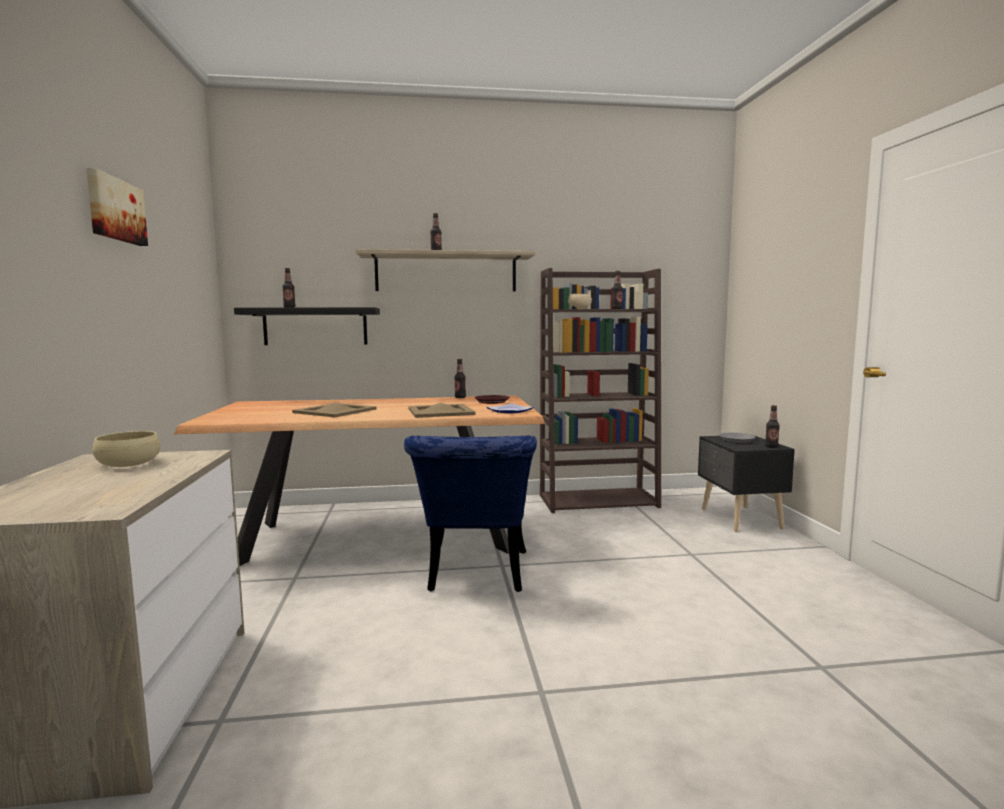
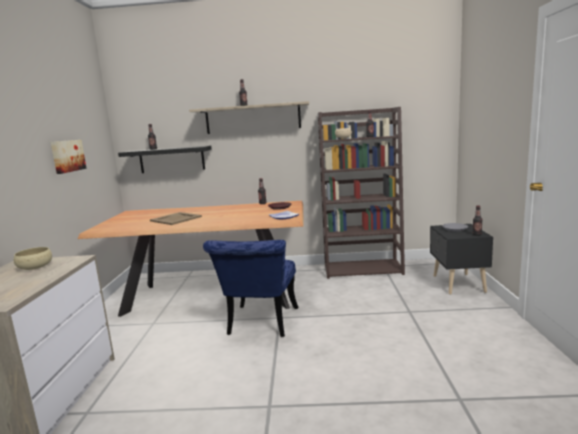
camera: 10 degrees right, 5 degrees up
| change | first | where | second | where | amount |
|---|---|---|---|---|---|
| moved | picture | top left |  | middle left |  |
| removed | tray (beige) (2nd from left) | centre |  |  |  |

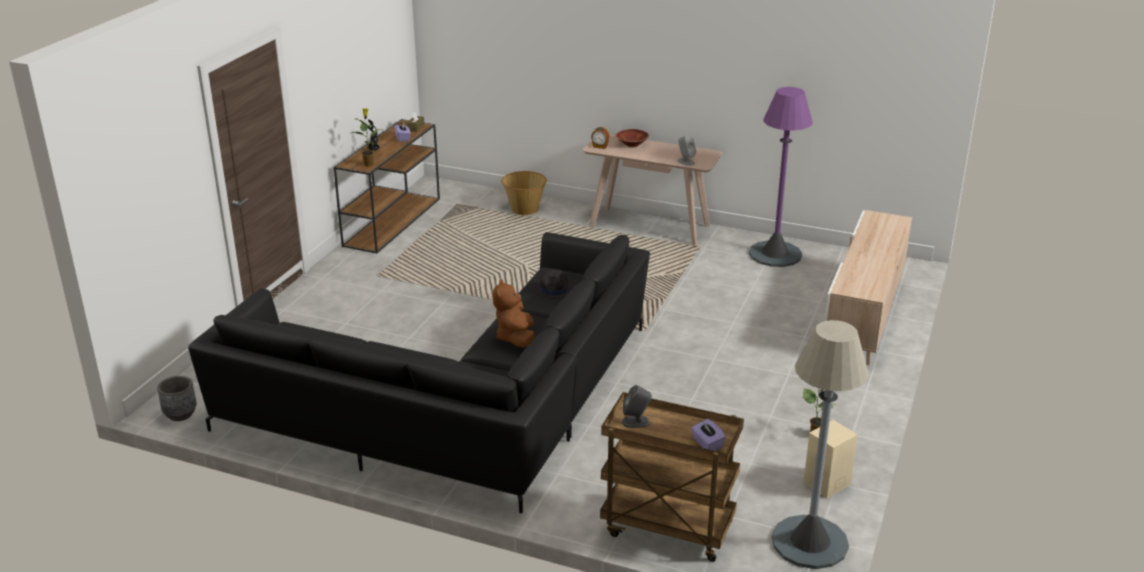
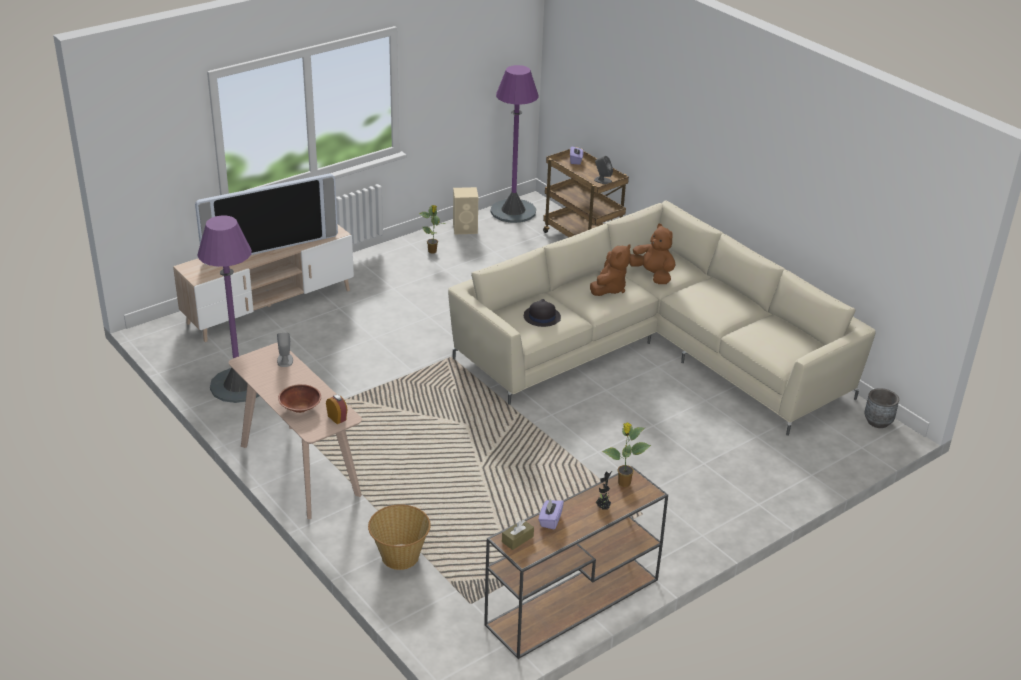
camera: 150 degrees left, 5 degrees up
| change | first | where | second | where | amount |
|---|---|---|---|---|---|
| added |  |  | television | top left |  |
| recoloured | sofa (black) | centre | sofa (beige) | centre |  |
| recoloured | floor lamp (grey) | bottom right | floor lamp (purple) (2nd from left) | top centre |  |
| added |  |  | plush toy (brown) (2nd from left) | centre |  |

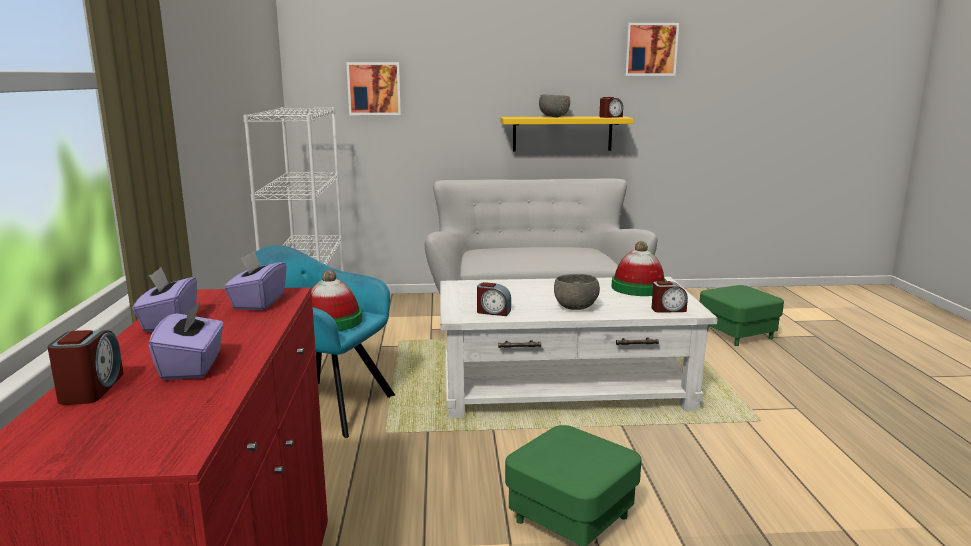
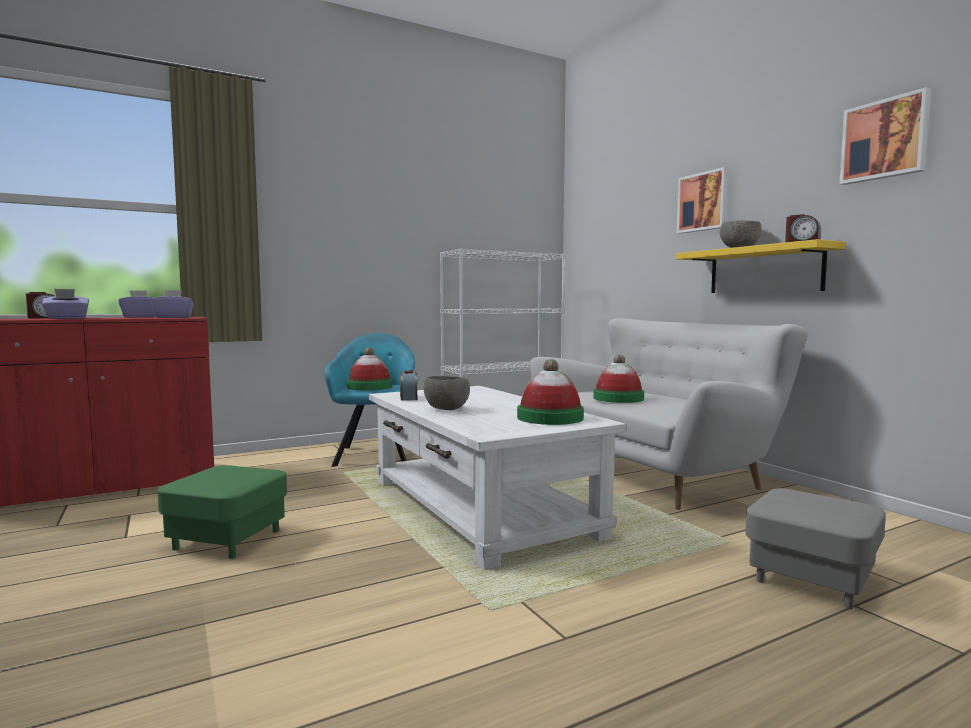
camera: 65 degrees right, 10 degrees down
| change | first | where | second | where | amount |
|---|---|---|---|---|---|
| added |  |  | hat (3rd from left) | centre |  |
| moved | picture (1st from left) | top centre |  | top right |  |
| recoloured | ottoman (green) (2nd from left) | middle right | ottoman (grey) | bottom right |  |
| removed | alarm clock (4th from left) | middle right |  |  |  |

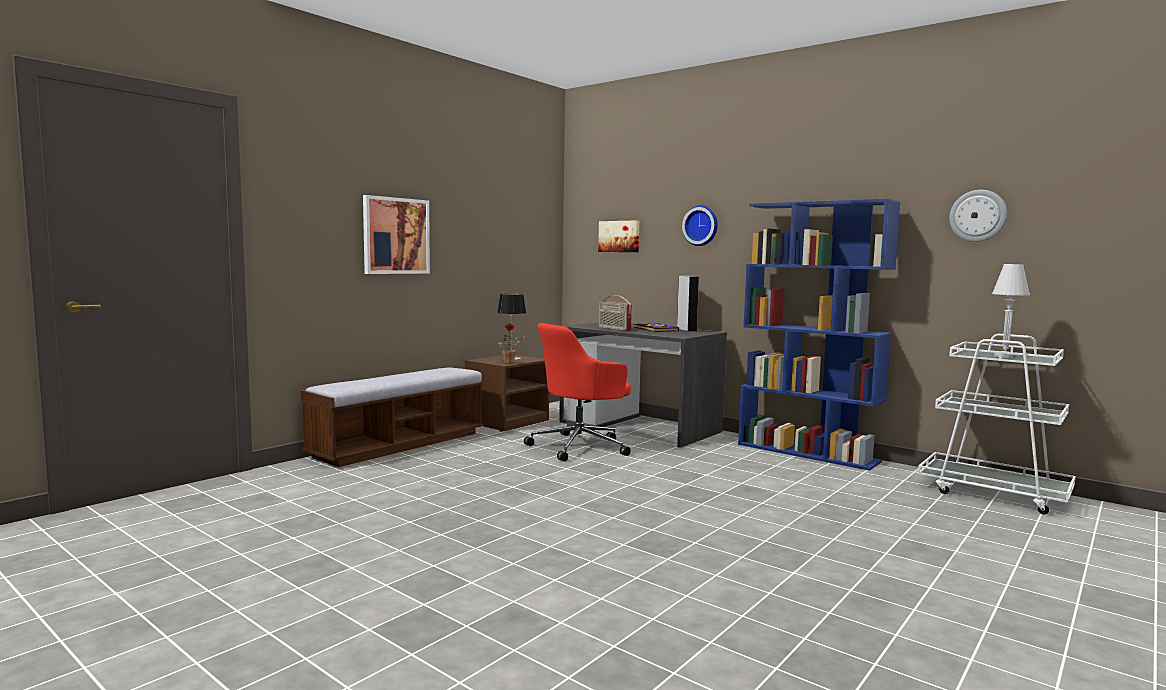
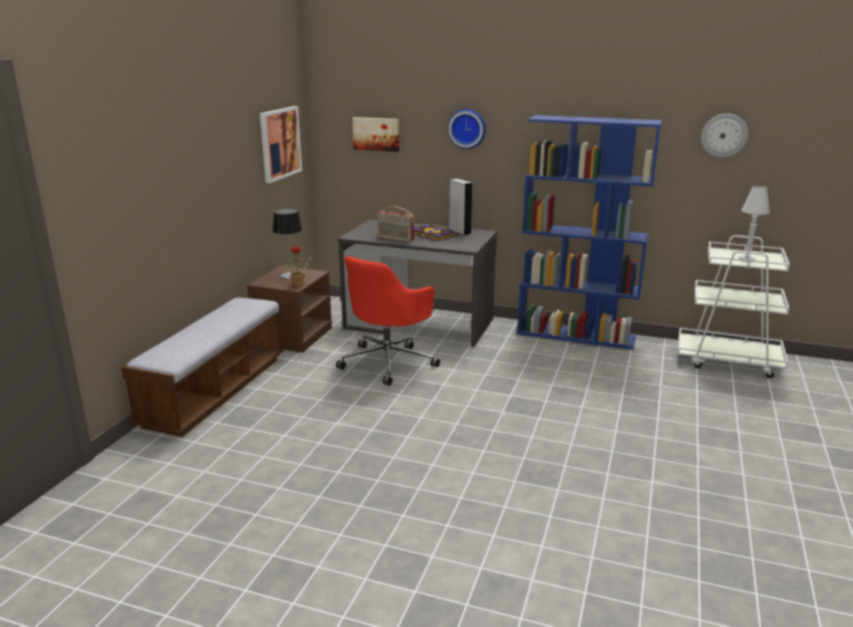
camera: 20 degrees left, 15 degrees up
| change | first | where | second | where | amount |
|---|---|---|---|---|---|
| moved | picture (1st from left) | centre |  | top left |  |

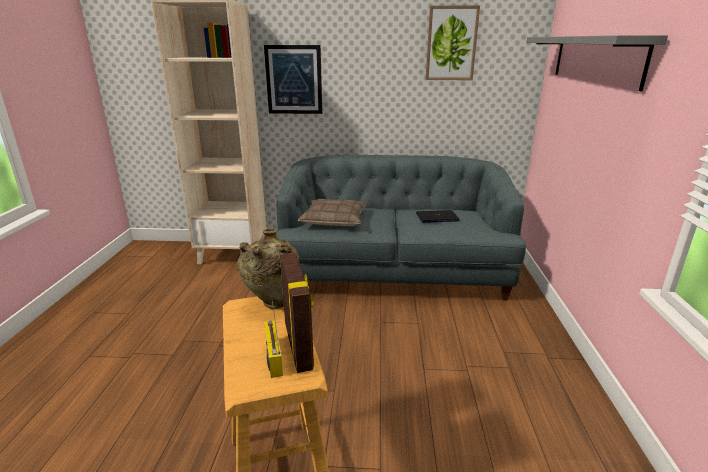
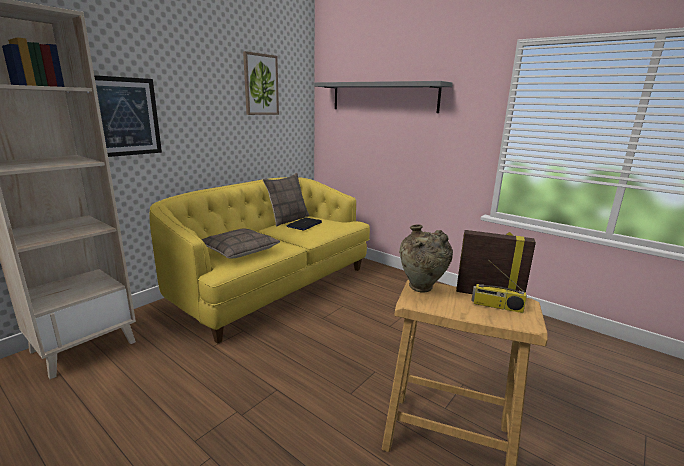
camera: 55 degrees left, 5 degrees down
| change | first | where | second | where | amount |
|---|---|---|---|---|---|
| recoloured | sofa (grey) | centre | sofa (yellow) | centre |  |
| added |  |  | pillow (2nd from left) | centre |  |

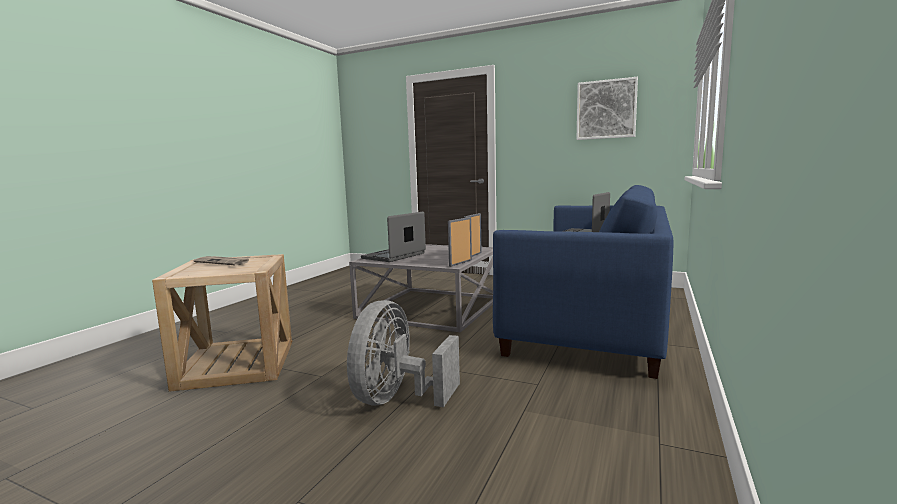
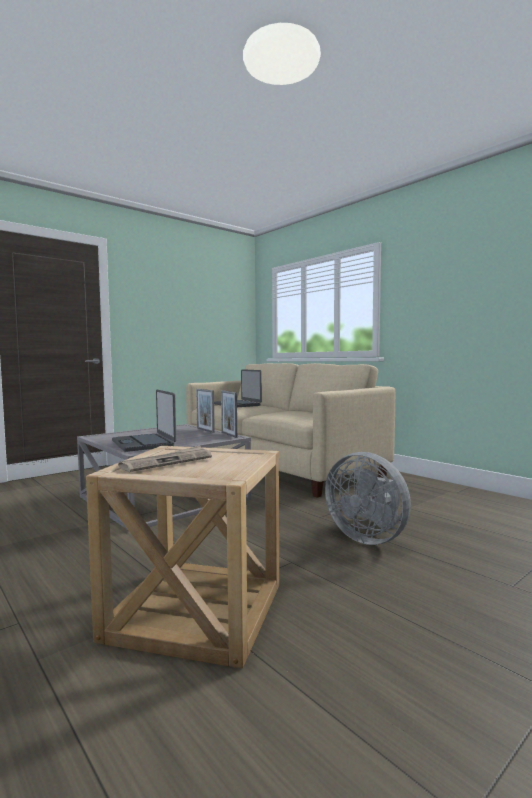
camera: 65 degrees left, 5 degrees down
| change | first | where | second | where | amount |
|---|---|---|---|---|---|
| recoloured | sofa (blue) | centre | sofa (beige) | centre |  |
| removed | picture | top right |  |  |  |

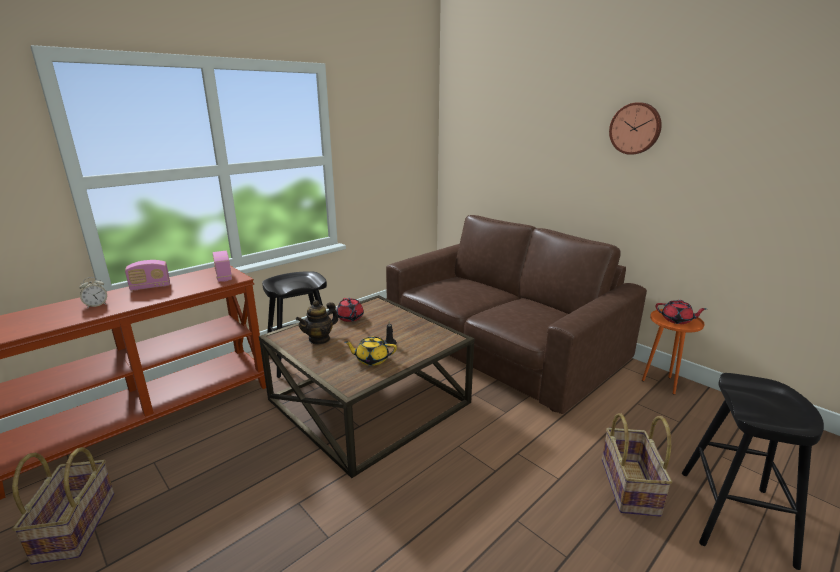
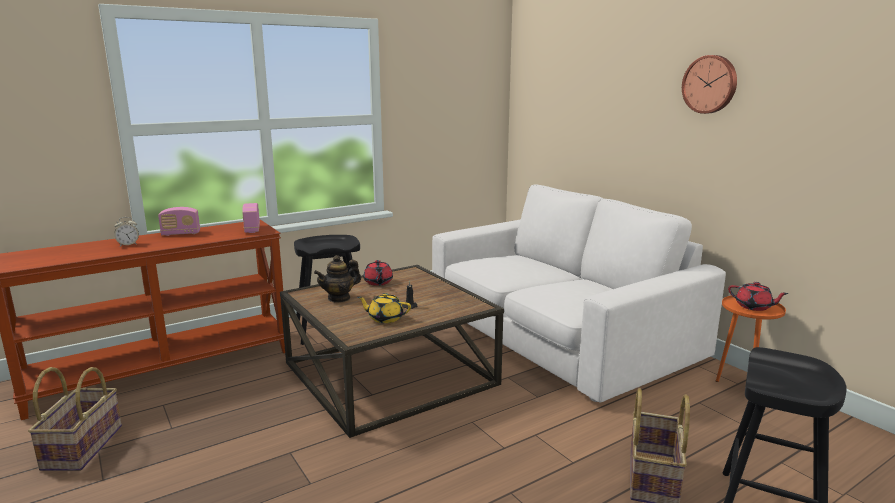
camera: 10 degrees right, 5 degrees down
| change | first | where | second | where | amount |
|---|---|---|---|---|---|
| recoloured | sofa (brown) | centre | sofa (white) | centre |  |

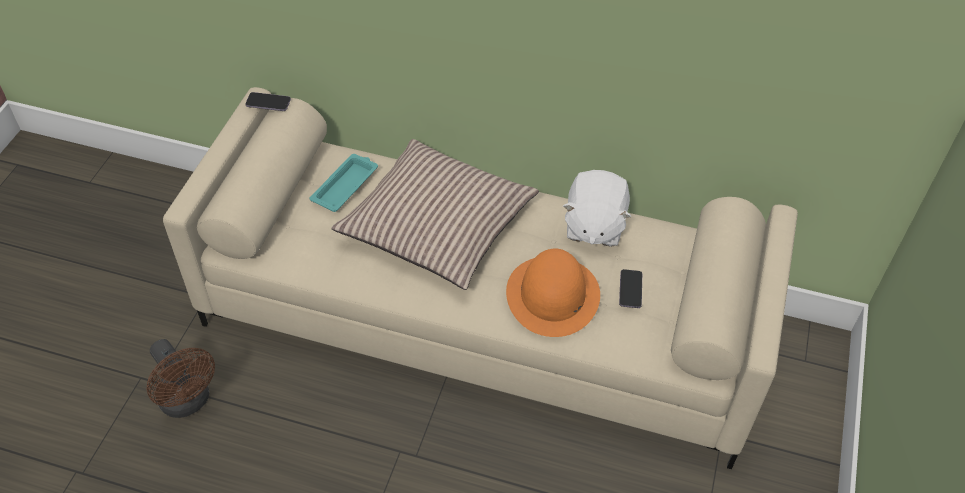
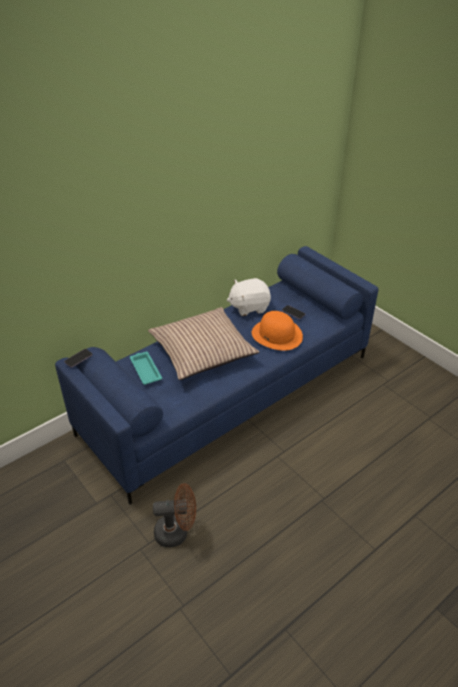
camera: 55 degrees left, 10 degrees down
| change | first | where | second | where | amount |
|---|---|---|---|---|---|
| recoloured | sofa (beige) | centre | sofa (blue) | centre |  |
| turned | plush toy (white) | centre |  | centre | 120 degrees clockwise |

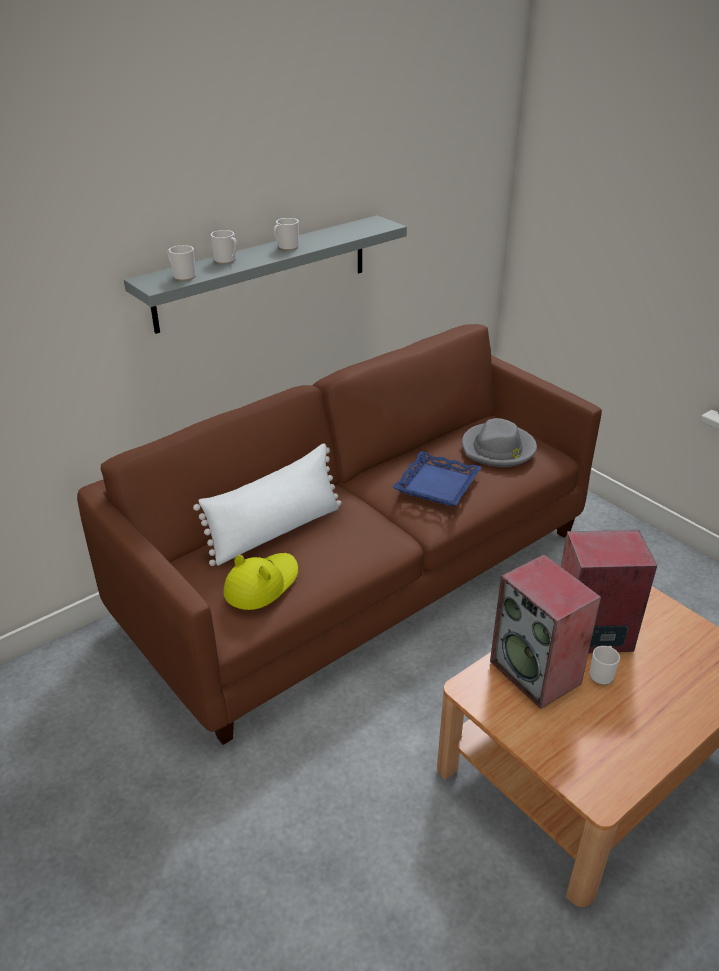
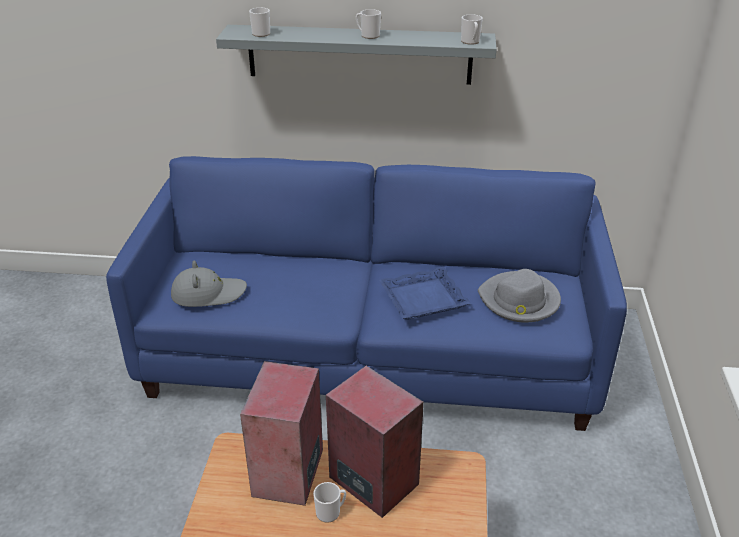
camera: 45 degrees right, 0 degrees up
| change | first | where | second | where | amount |
|---|---|---|---|---|---|
| recoloured | sofa (brown) | centre | sofa (blue) | centre |  |
| recoloured | hat (yellow) | centre | hat (grey) (1st from left) | middle left |  |
| moved | mug (2nd from left in the first image) | top left | mug (4th from left) | top centre |  |
| removed | pillow (white) | centre |  |  |  |

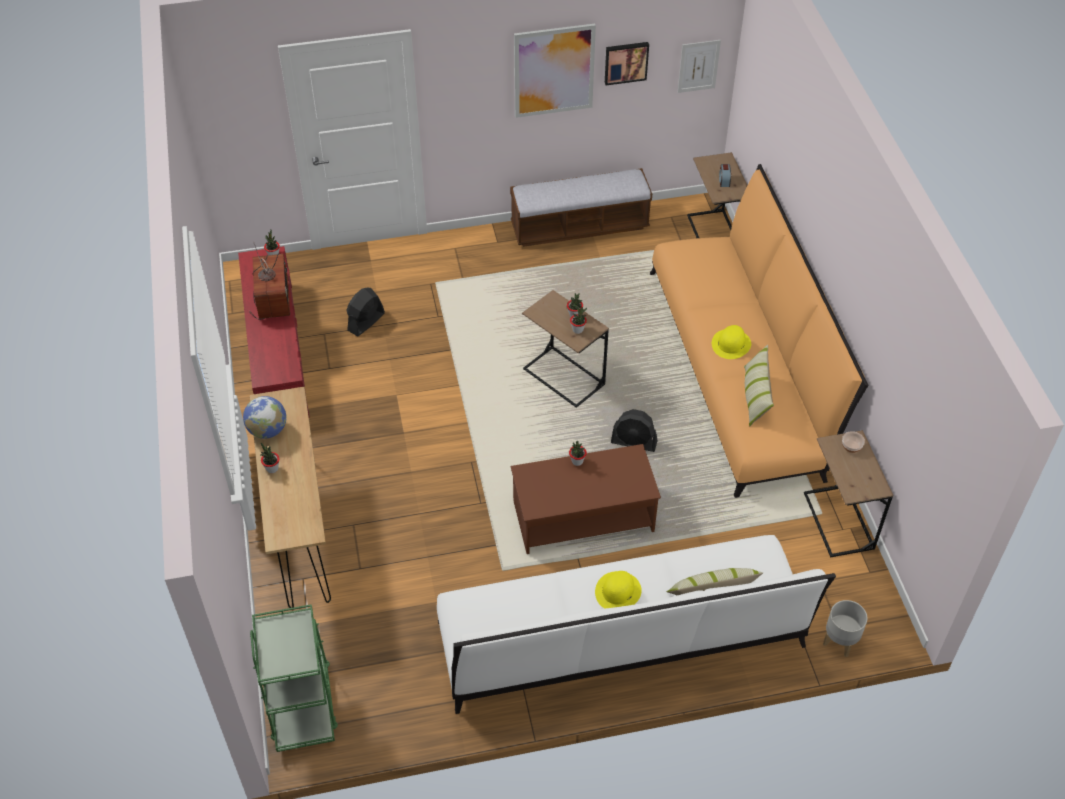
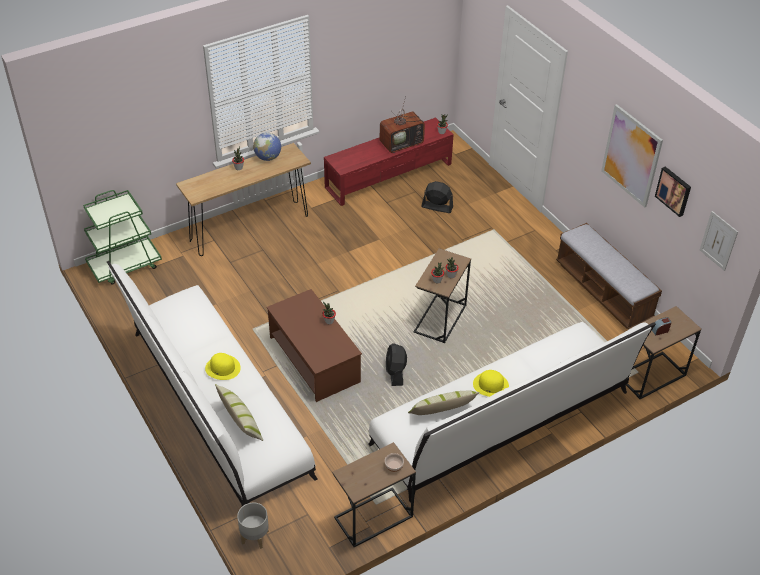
camera: 70 degrees right, 5 degrees down
| change | first | where | second | where | amount |
|---|---|---|---|---|---|
| recoloured | sofa (orange) | middle right | sofa (white) (2nd from left) | bottom right |  |

